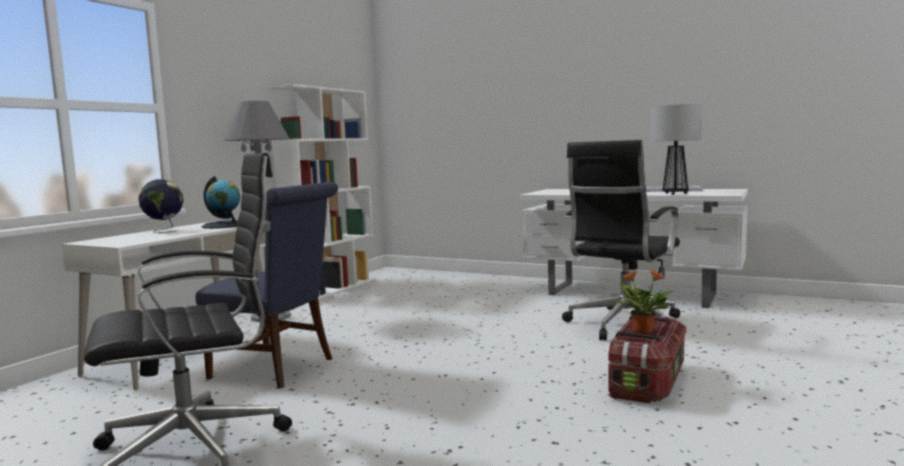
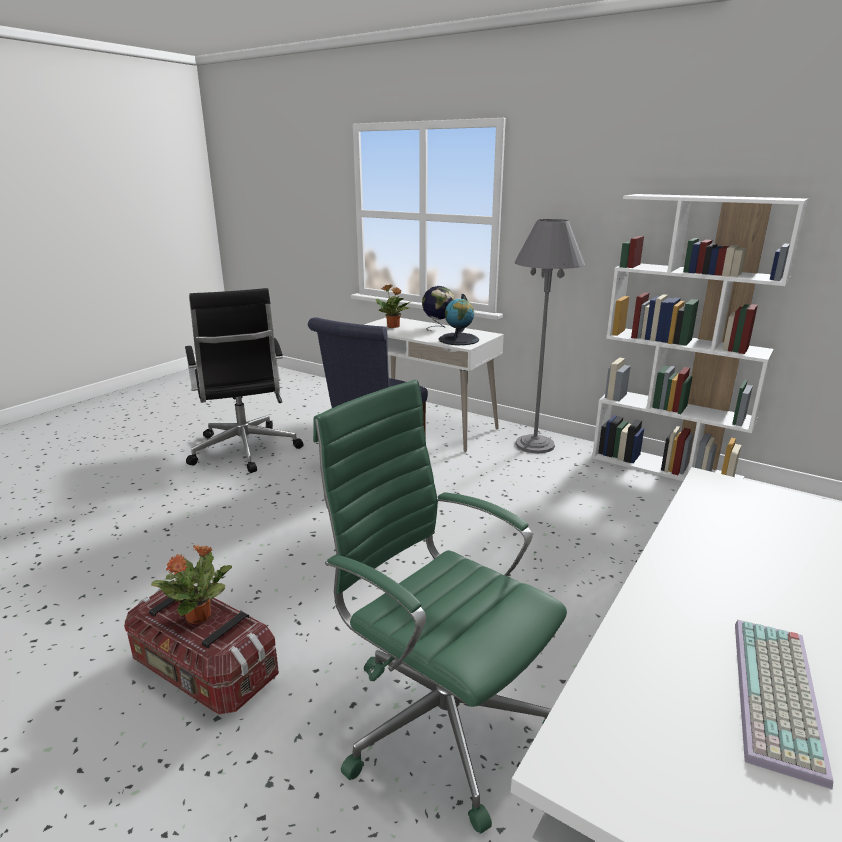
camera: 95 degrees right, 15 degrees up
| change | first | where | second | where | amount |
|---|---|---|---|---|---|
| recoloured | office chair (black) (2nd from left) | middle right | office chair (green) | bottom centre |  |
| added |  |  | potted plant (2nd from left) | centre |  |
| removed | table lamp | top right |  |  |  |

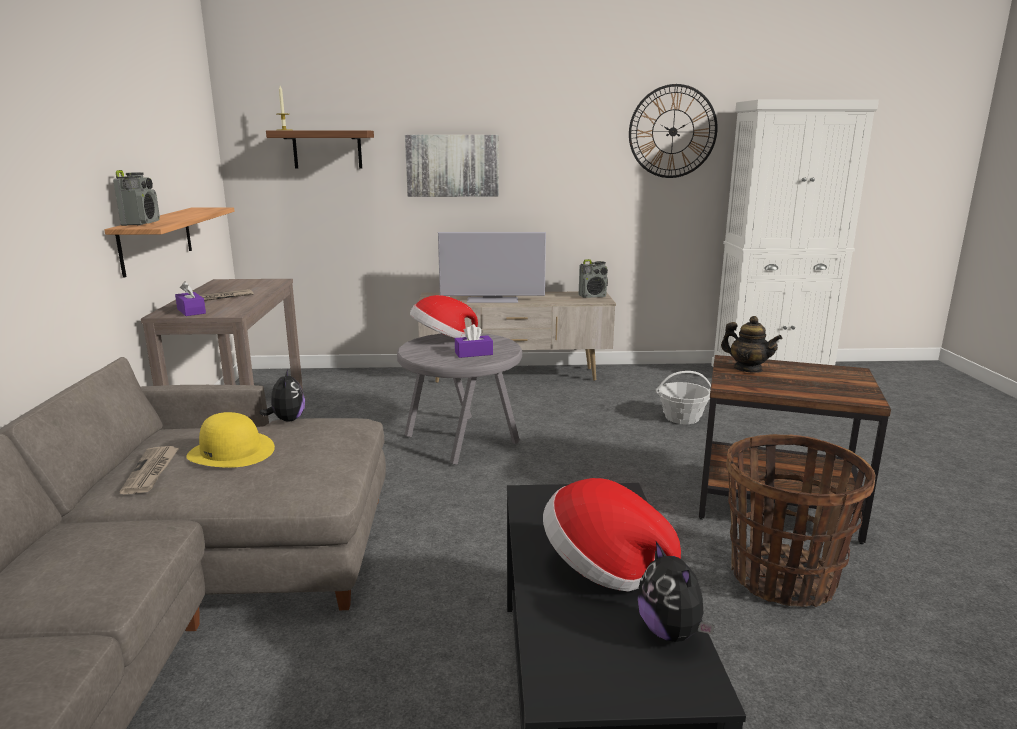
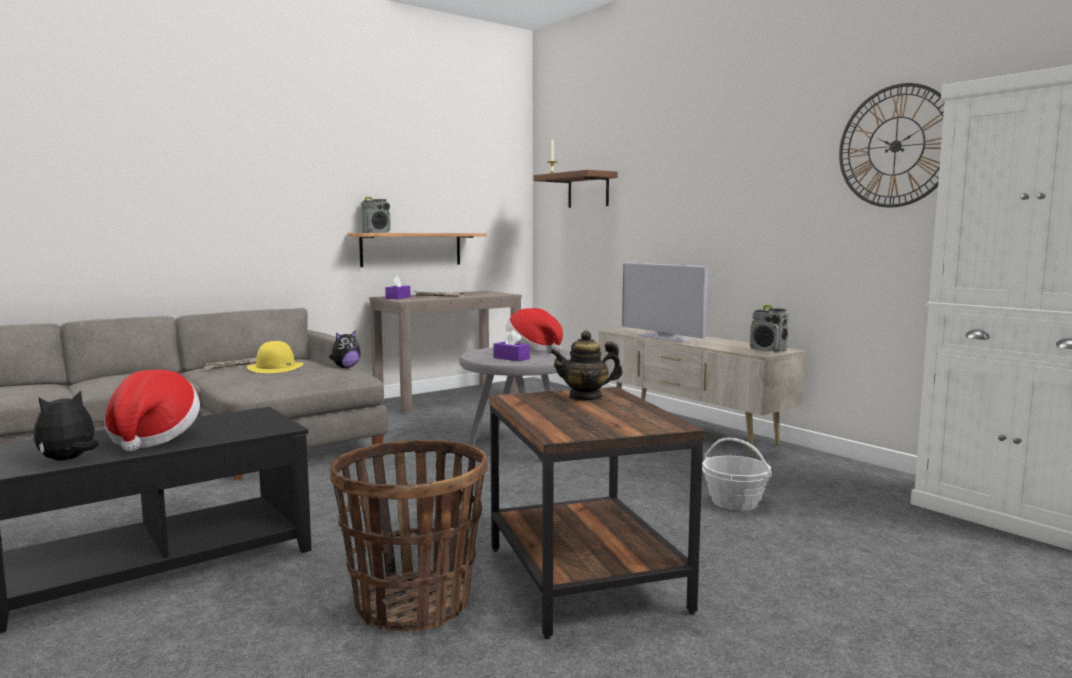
camera: 55 degrees right, 10 degrees down
| change | first | where | second | where | amount |
|---|---|---|---|---|---|
| turned | teapot | middle right |  | centre | 75 degrees clockwise |
| removed | picture | top centre |  |  |  |

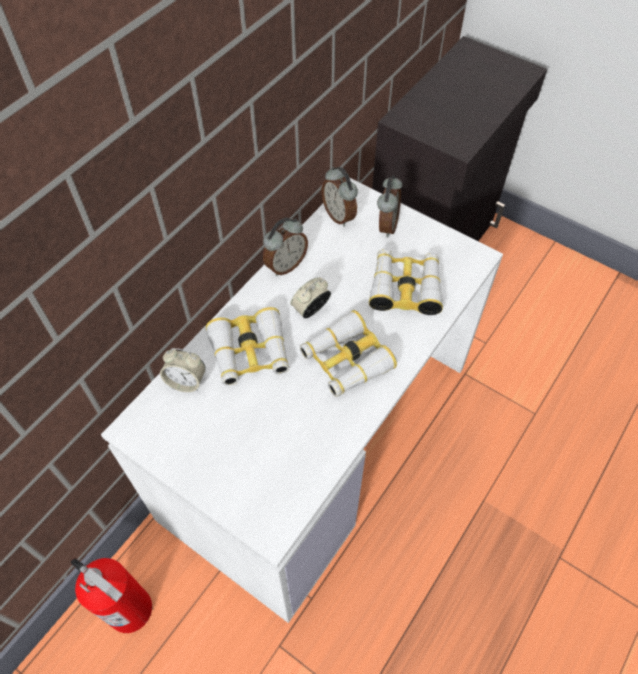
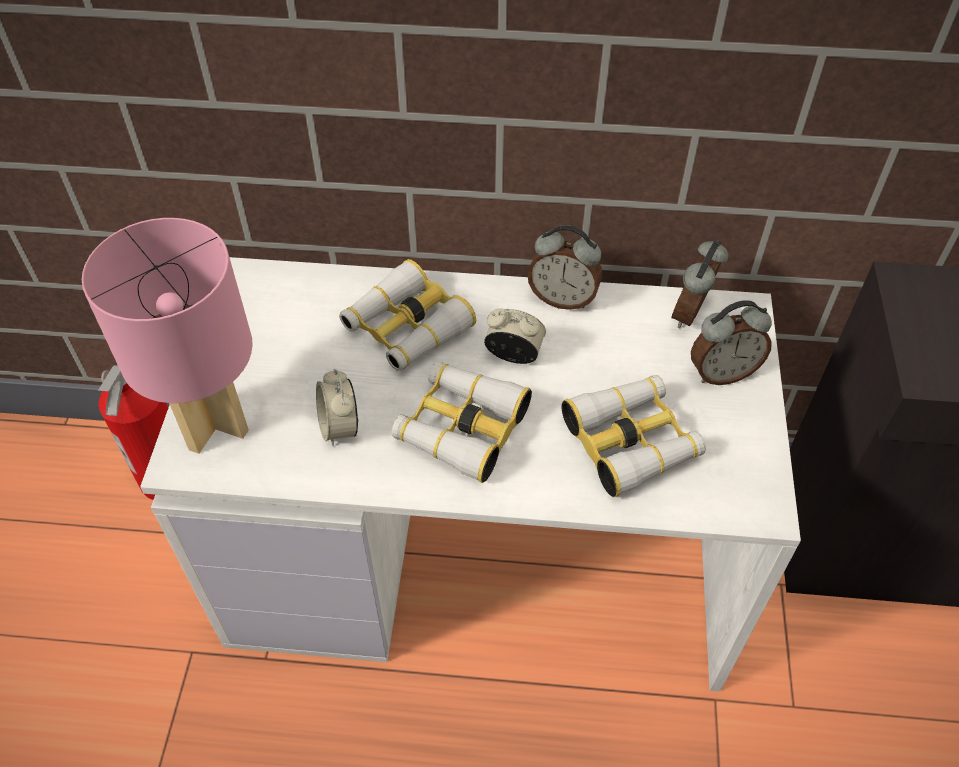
camera: 60 degrees right, 5 degrees down
| change | first | where | second | where | amount |
|---|---|---|---|---|---|
| added |  |  | table lamp (pink) | middle left |  |
| moved | alarm clock (1st from left) | middle left |  | centre |  |

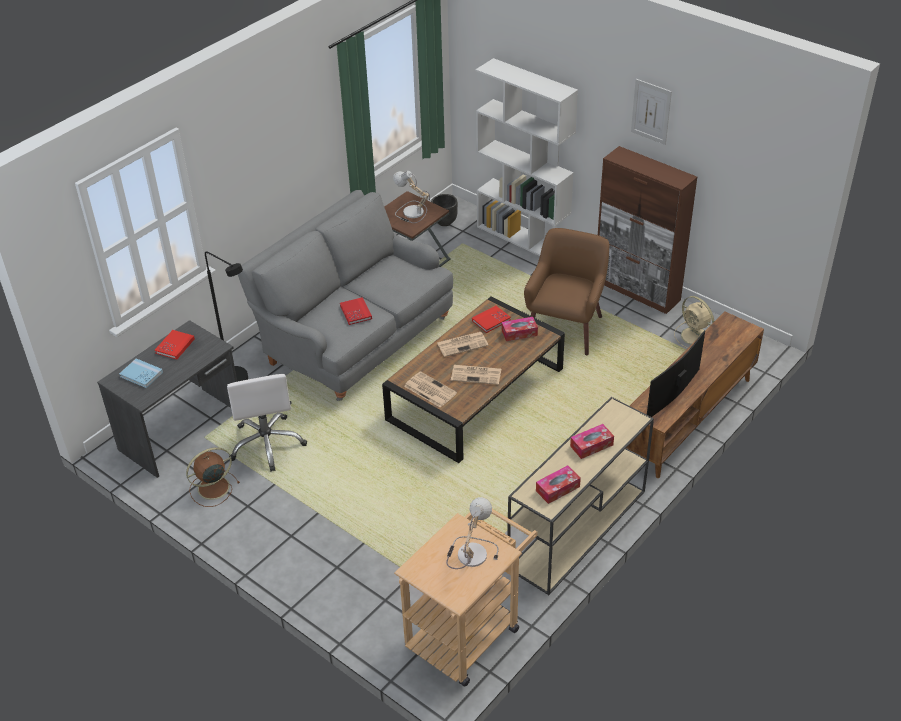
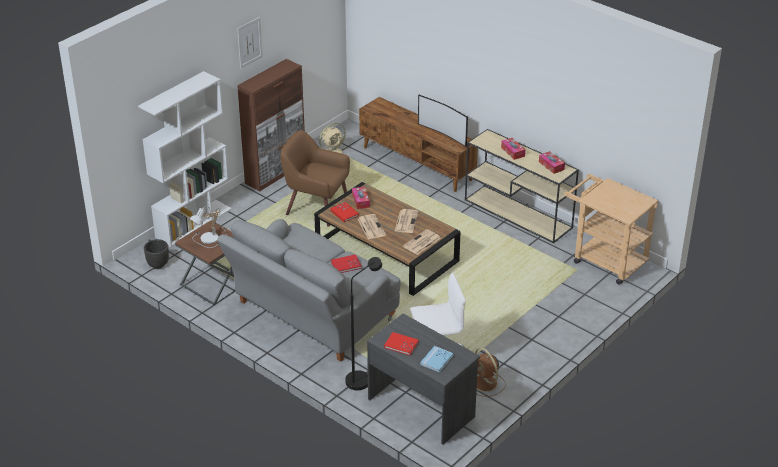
camera: 90 degrees left, 5 degrees down
| change | first | where | second | where | amount |
|---|---|---|---|---|---|
| removed | table lamp (2nd from left) | bottom centre |  |  |  |

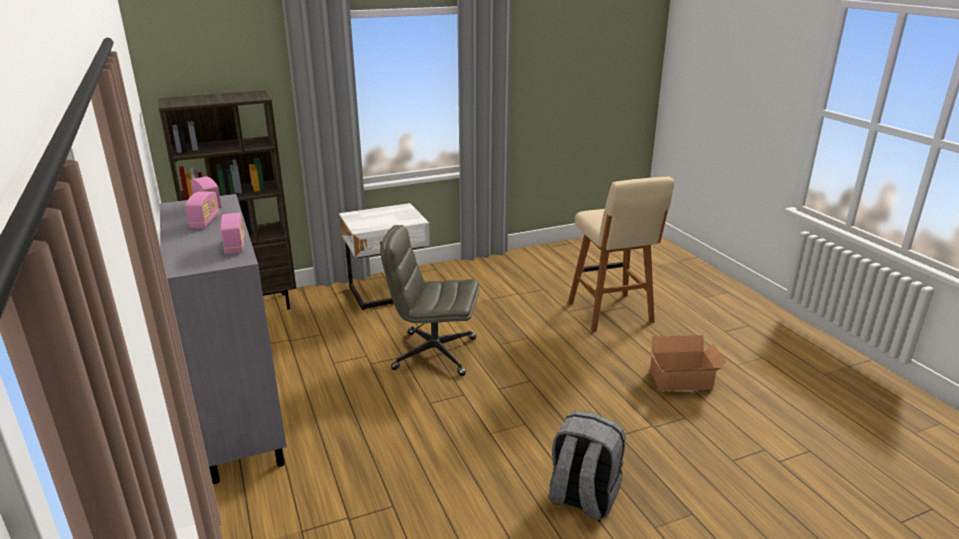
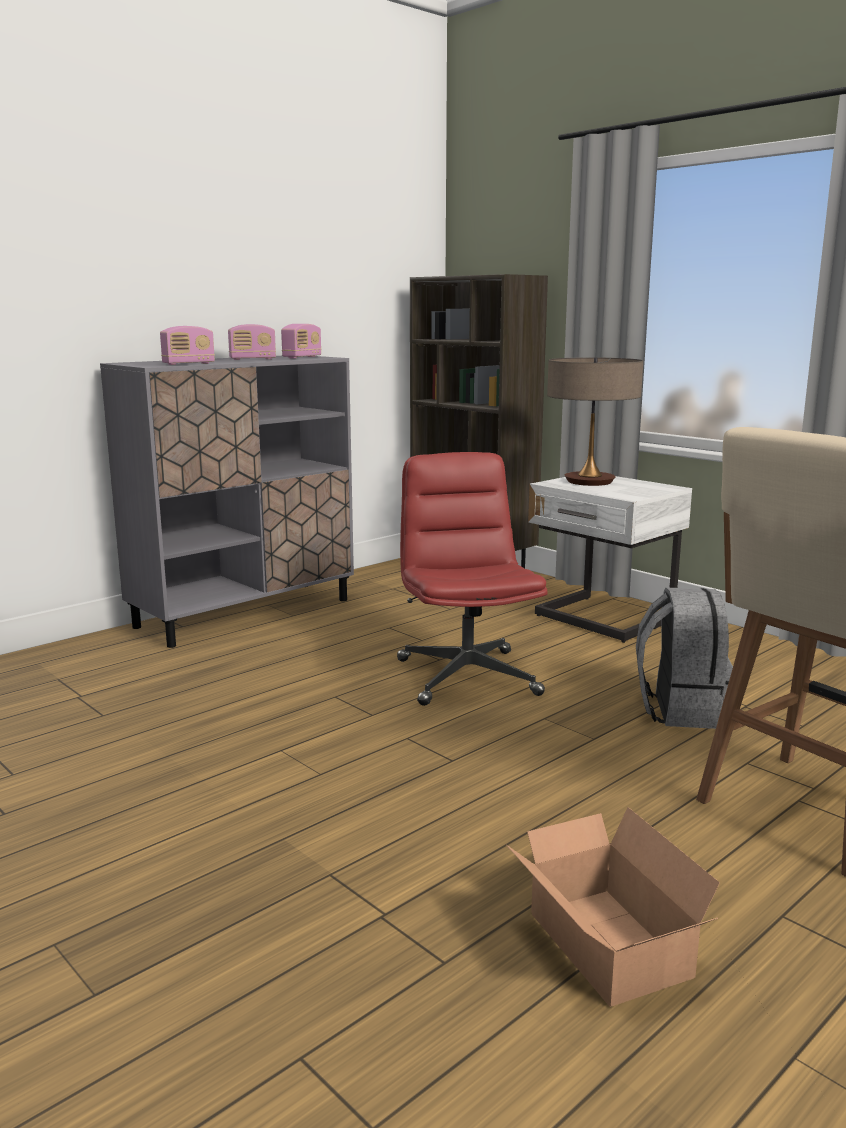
camera: 70 degrees right, 10 degrees down
| change | first | where | second | where | amount |
|---|---|---|---|---|---|
| recoloured | office chair (grey) | centre | office chair (red) | centre |  |
| added |  |  | table lamp | middle right |  |
| moved | backpack (grey) | bottom centre |  | middle right |  |

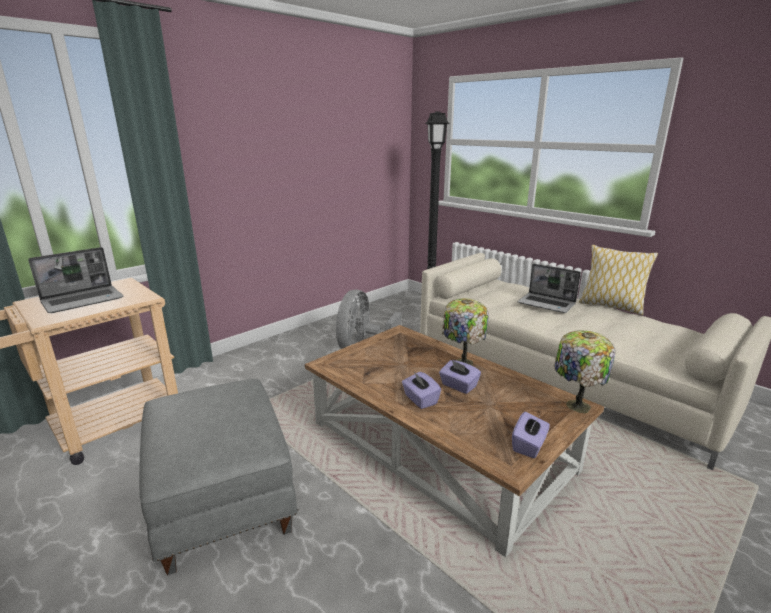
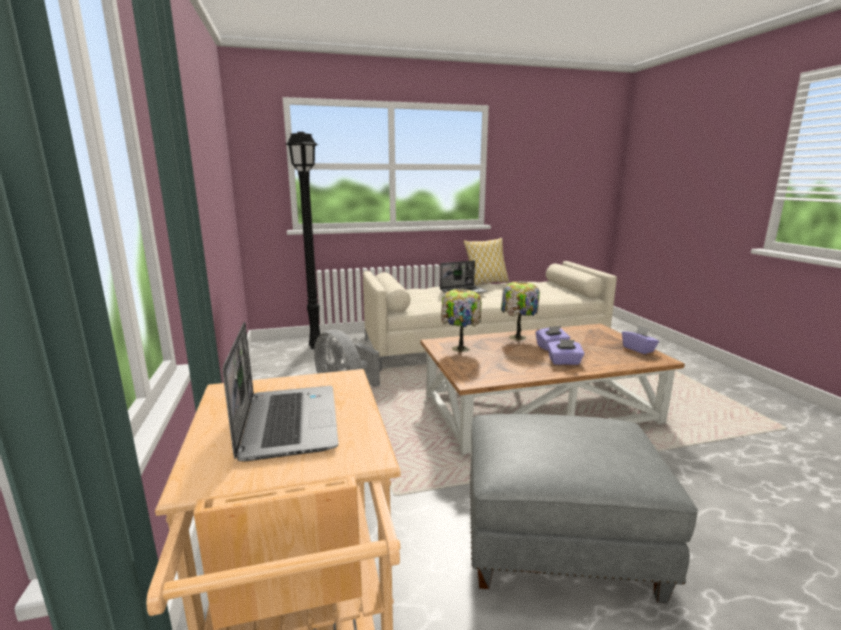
camera: 60 degrees left, 5 degrees down
| change | first | where | second | where | amount |
|---|---|---|---|---|---|
| moved | table lamp (2nd from left in the first image) | middle right | table lamp (1st from left) | centre |  |

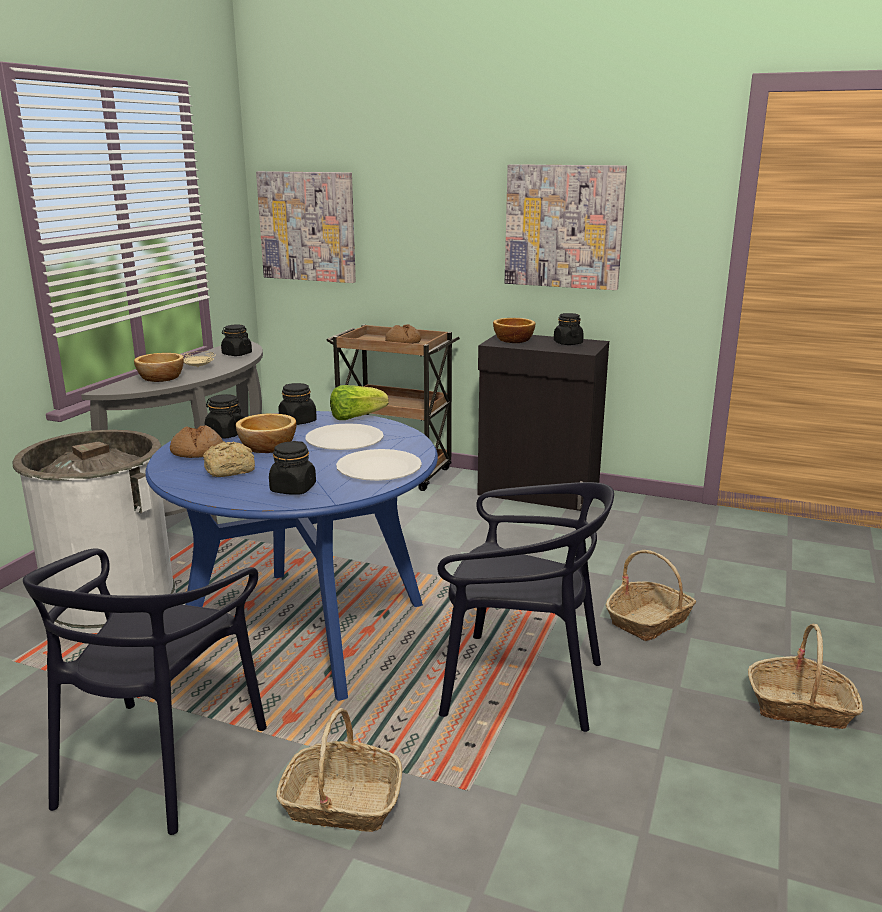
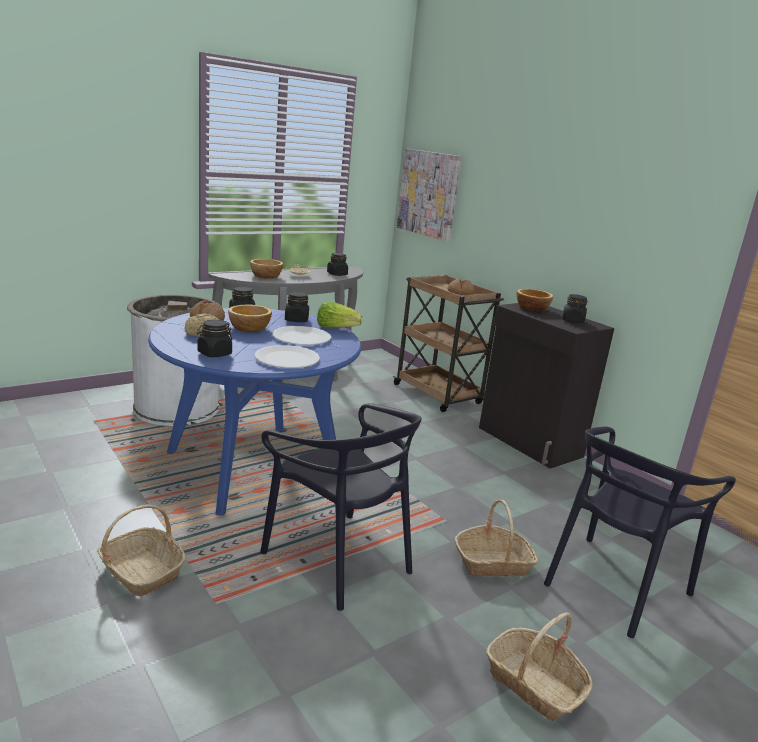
camera: 30 degrees right, 0 degrees up
| change | first | where | second | where | amount |
|---|---|---|---|---|---|
| moved | chair (black) (1st from left in the first image) | bottom left | chair (black) (2nd from left) | bottom right |  |
| removed | picture (2nd from left) | top centre |  |  |  |

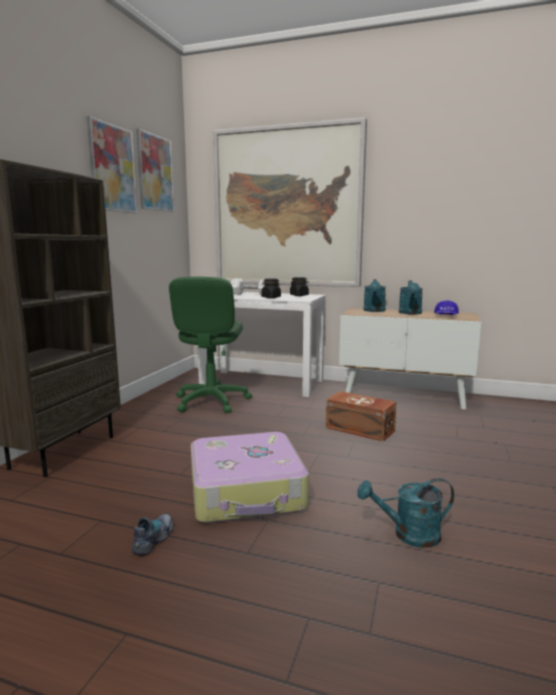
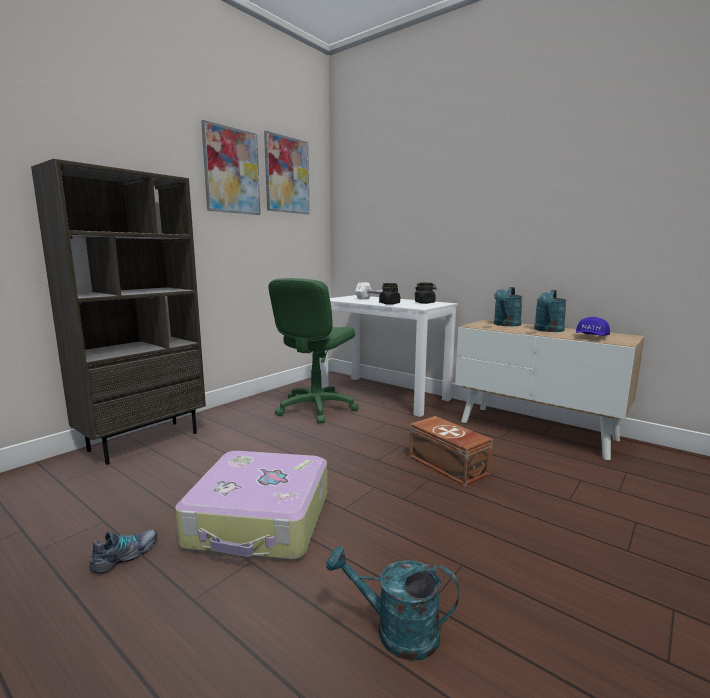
camera: 20 degrees right, 0 degrees up
| change | first | where | second | where | amount |
|---|---|---|---|---|---|
| removed | picture (3rd from left) | top centre |  |  |  |

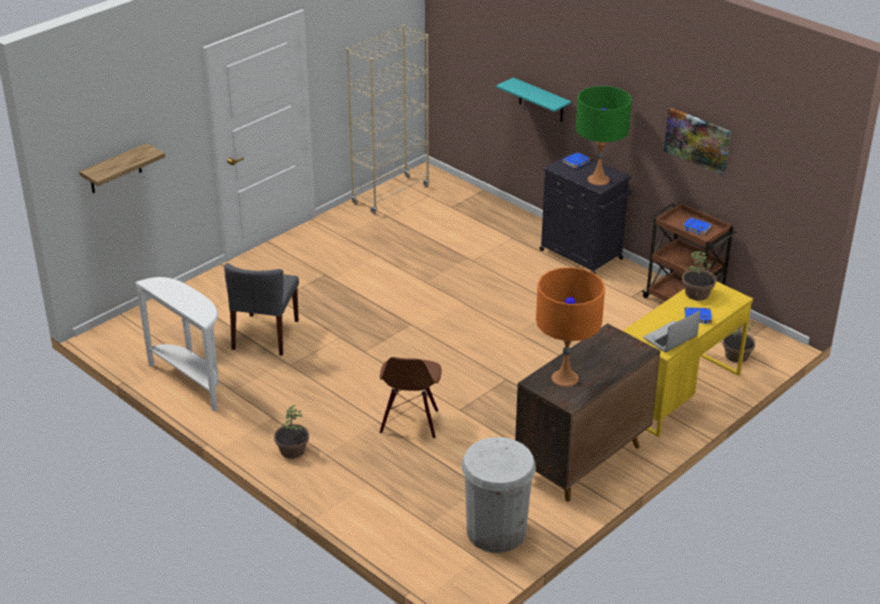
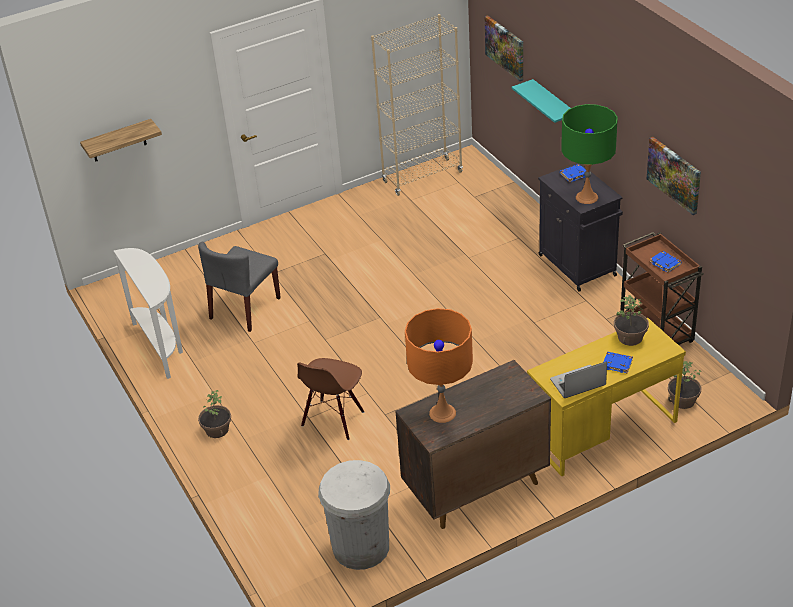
camera: 20 degrees right, 5 degrees up
| change | first | where | second | where | amount |
|---|---|---|---|---|---|
| added |  |  | picture (1st from left) | top centre |  |

